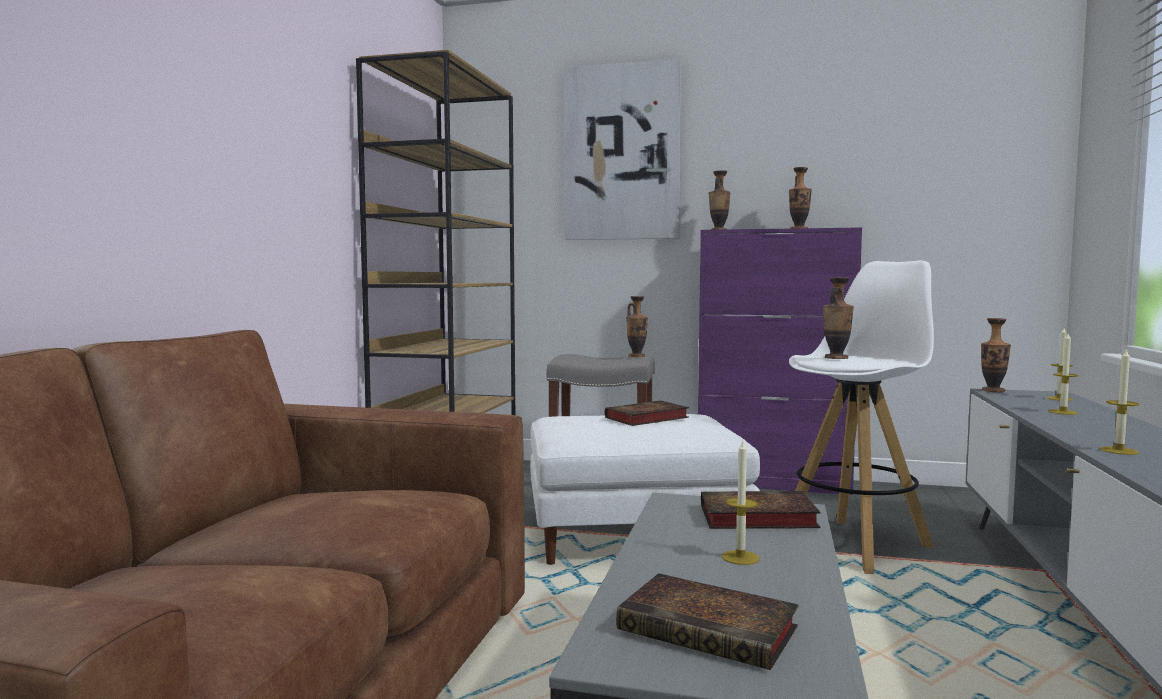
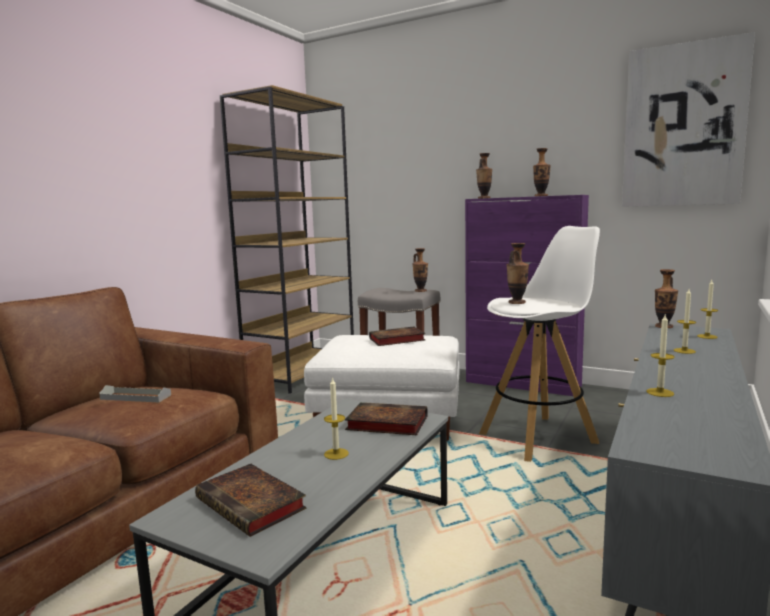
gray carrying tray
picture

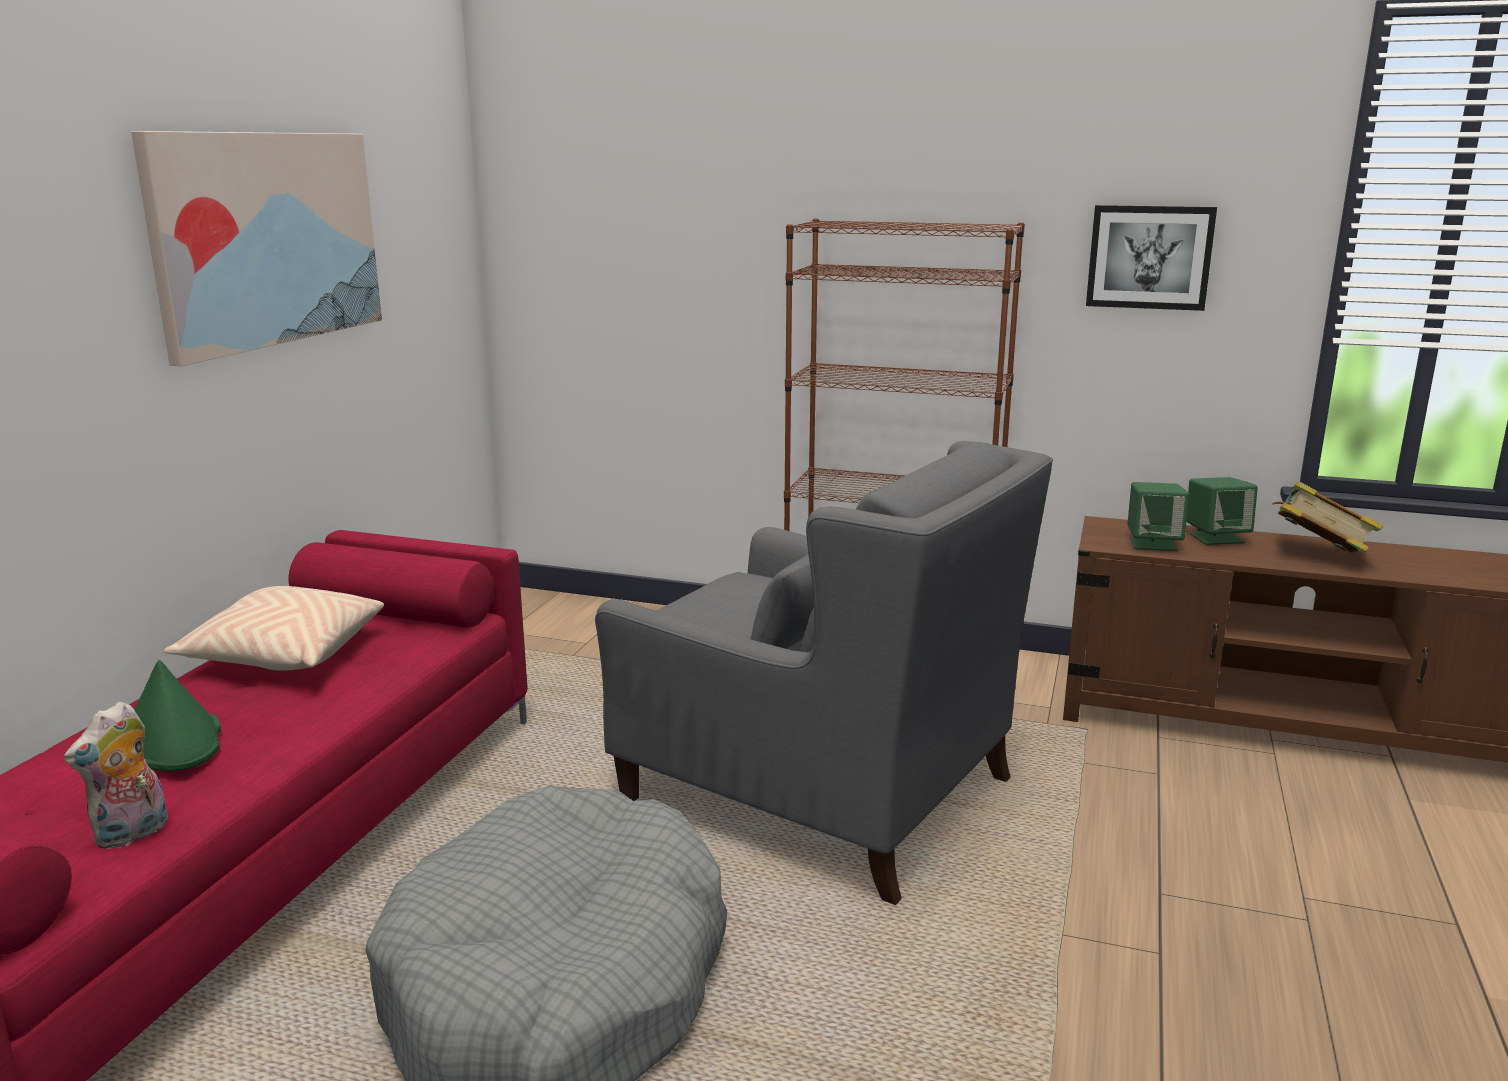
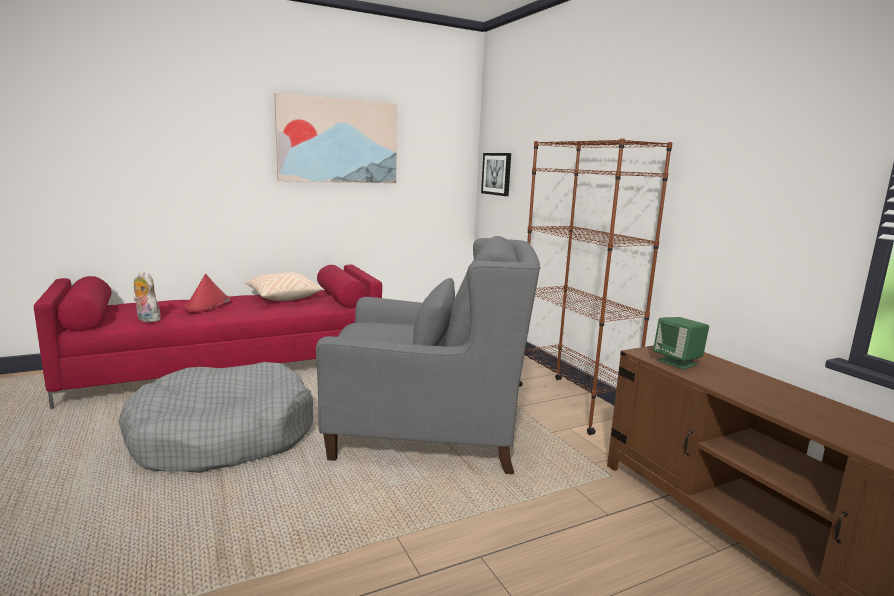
plush toy
reddish clothing hat
gray lounge chair
picture (2nd from left)
greenish loudspeaker (2nd from left in the first image)
book

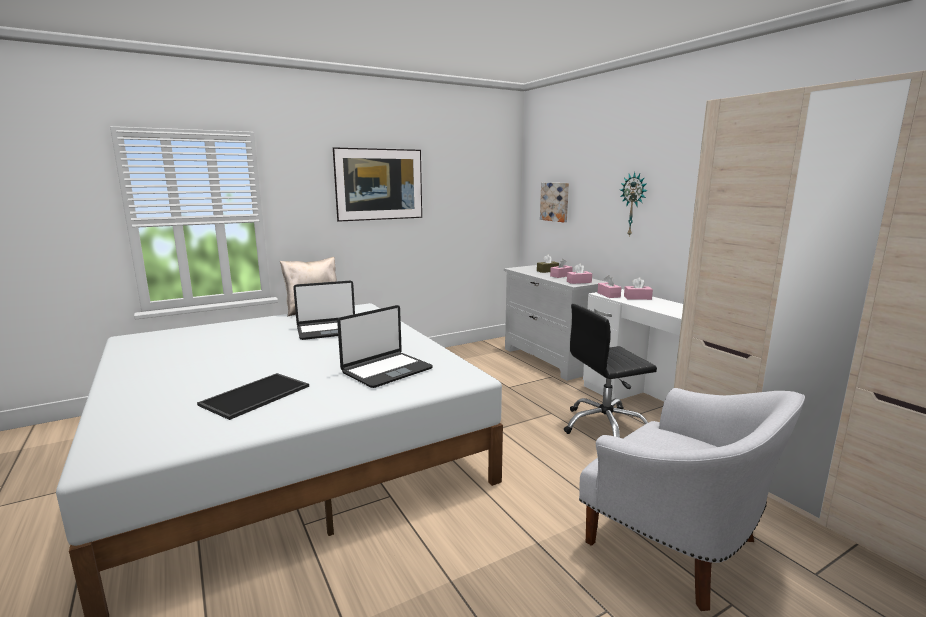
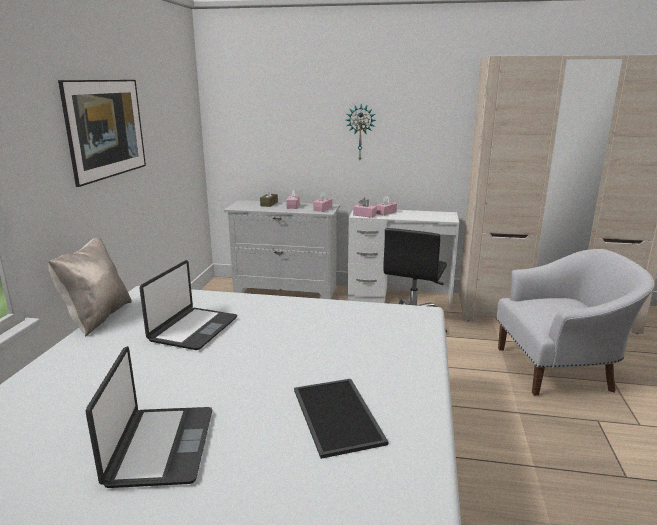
notebook computer (1st from left)
picture (2nd from left in the first image)

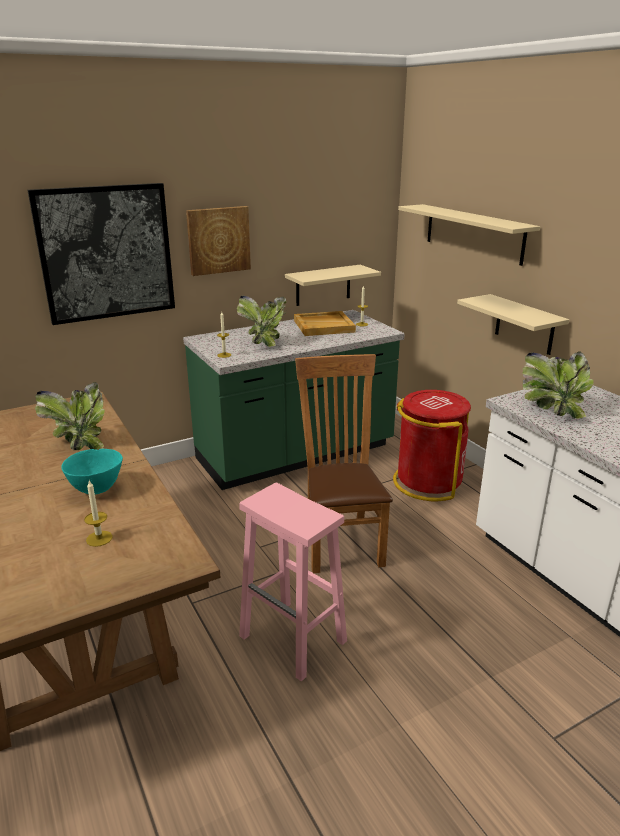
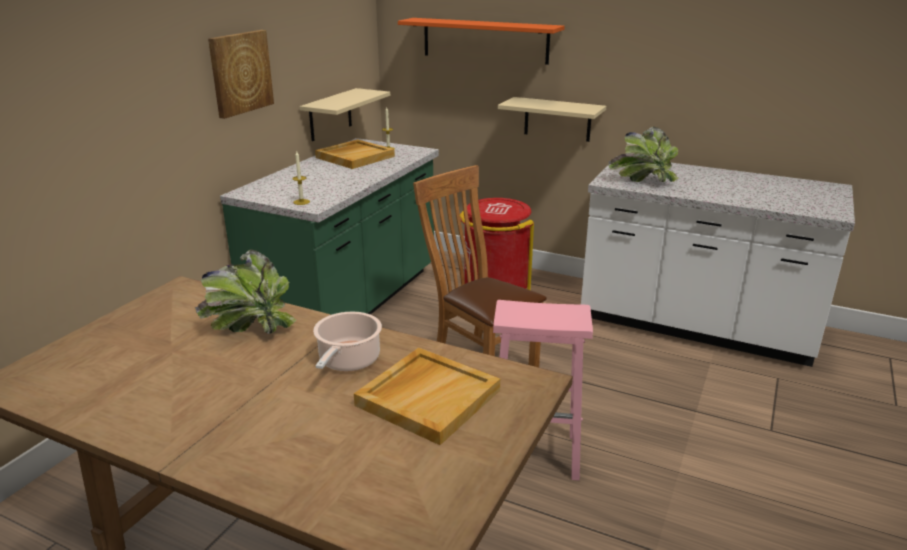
saucepot
beige-coloured carrying tray (2nd from left)
orange wall shelf
picture (1st from left in the first image)
plant in a pot (2nd from left in the first image)

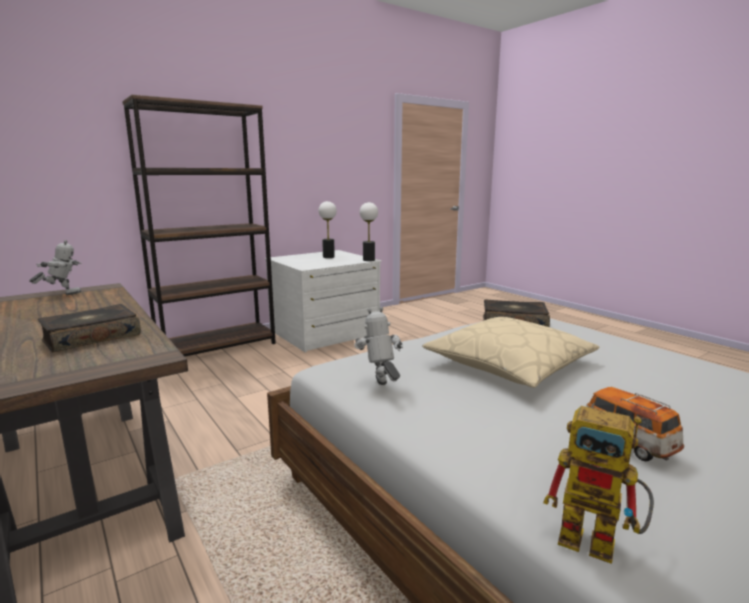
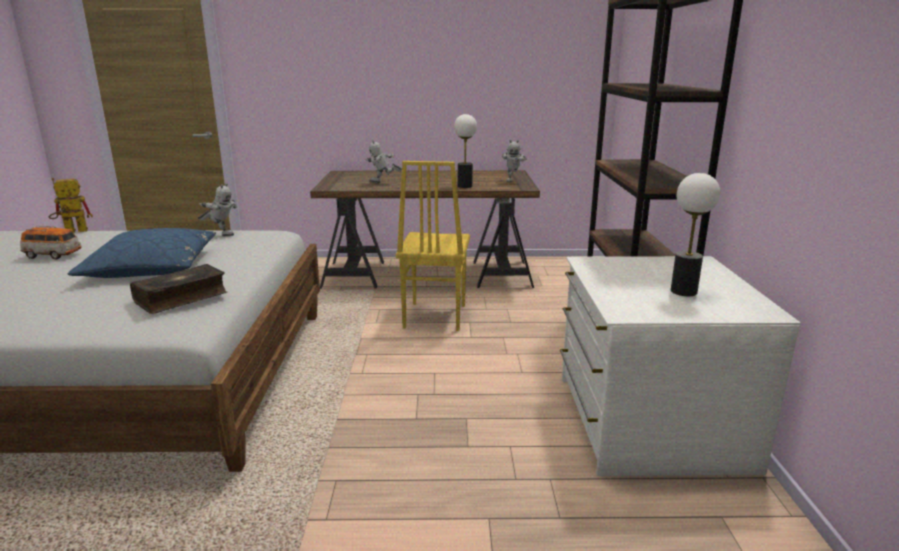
bluish cushion
robot figure (3rd from left)
yellow chair
lamp for a table (1st from left)

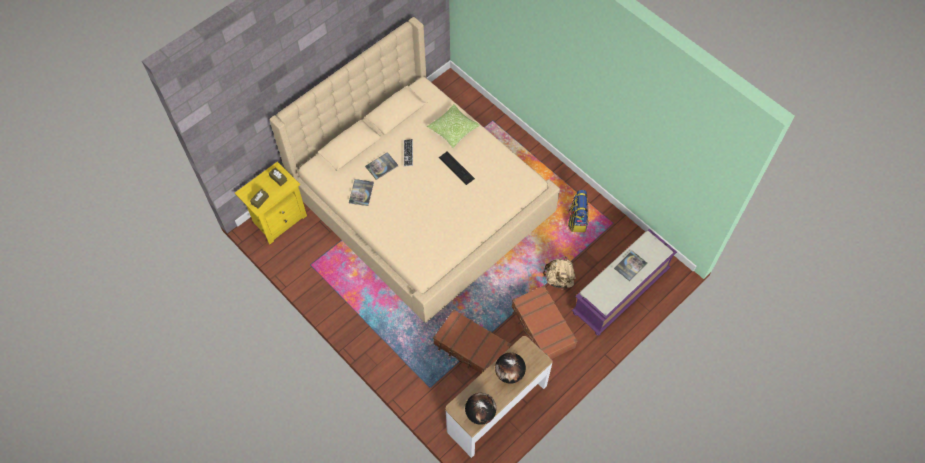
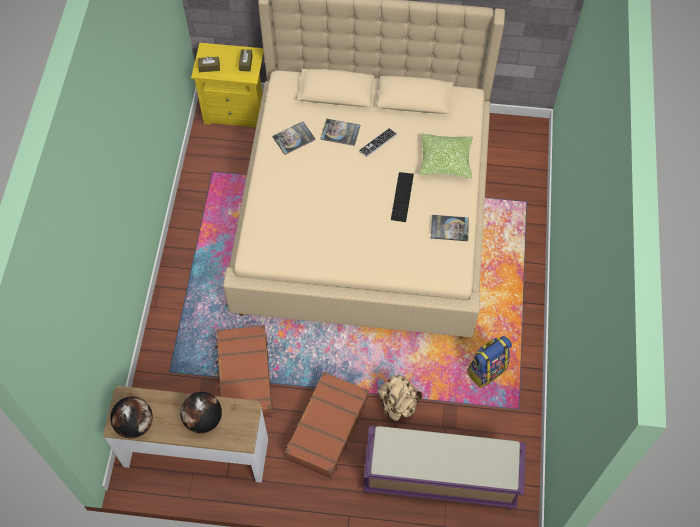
book (3rd from left)

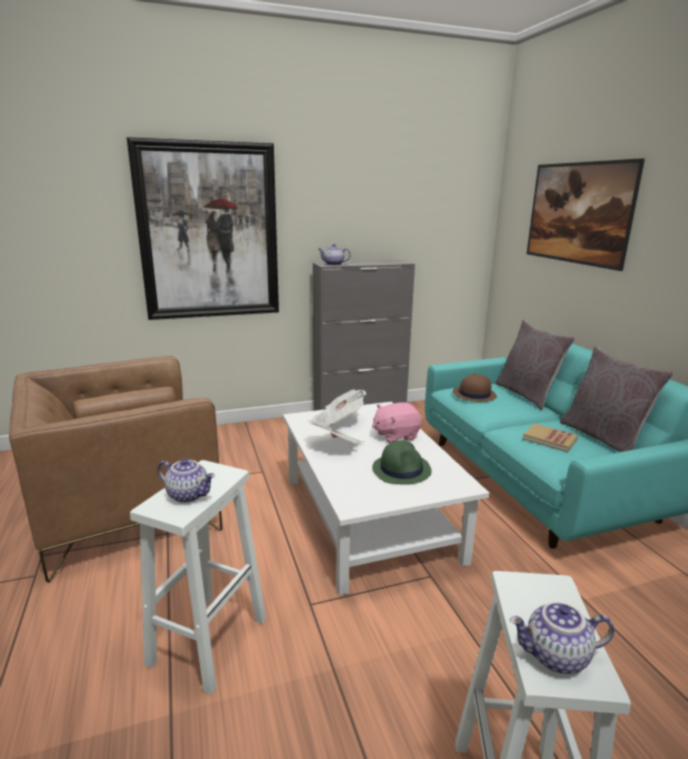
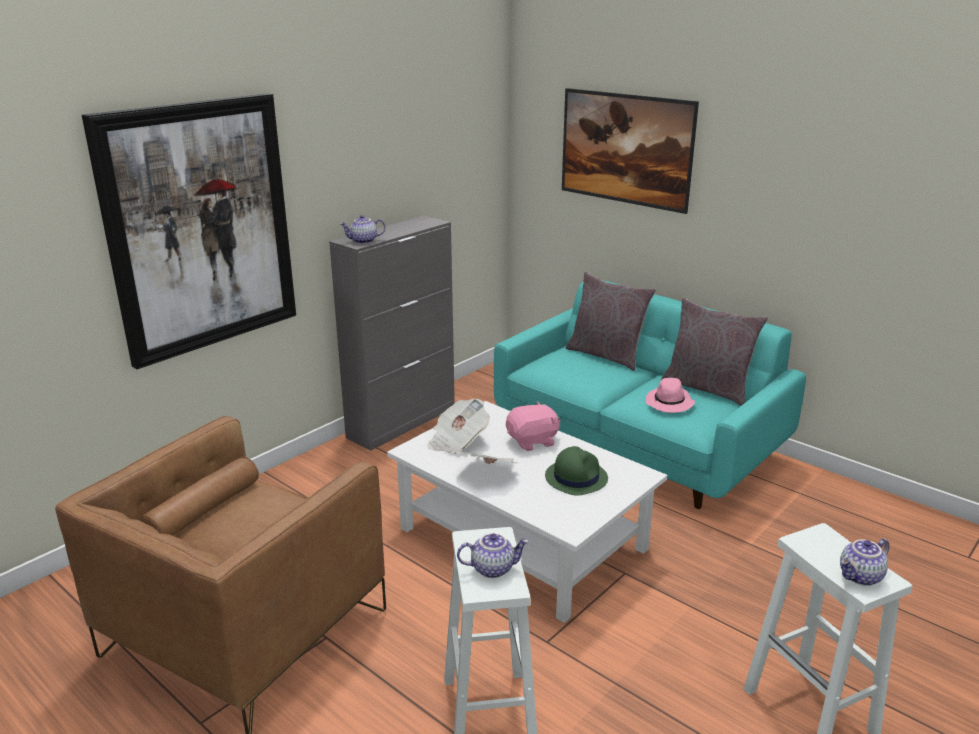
pink-coloured plush toy
pink-coloured clothing hat
brown clothing hat

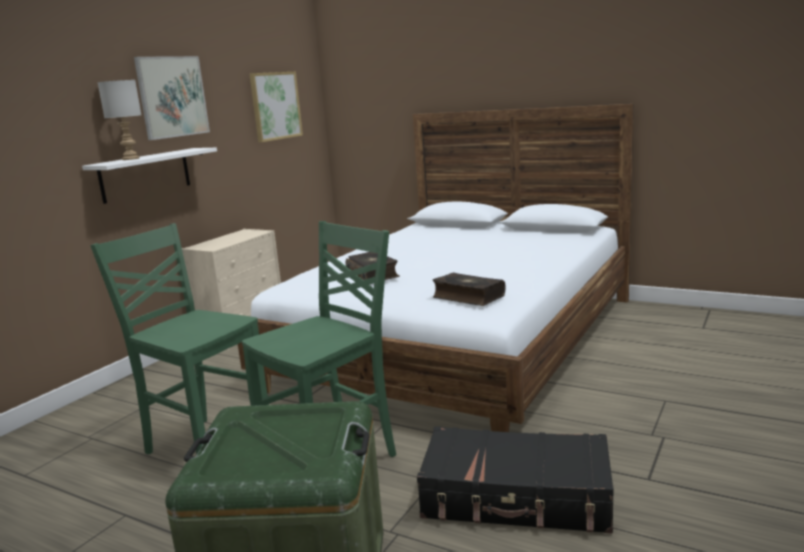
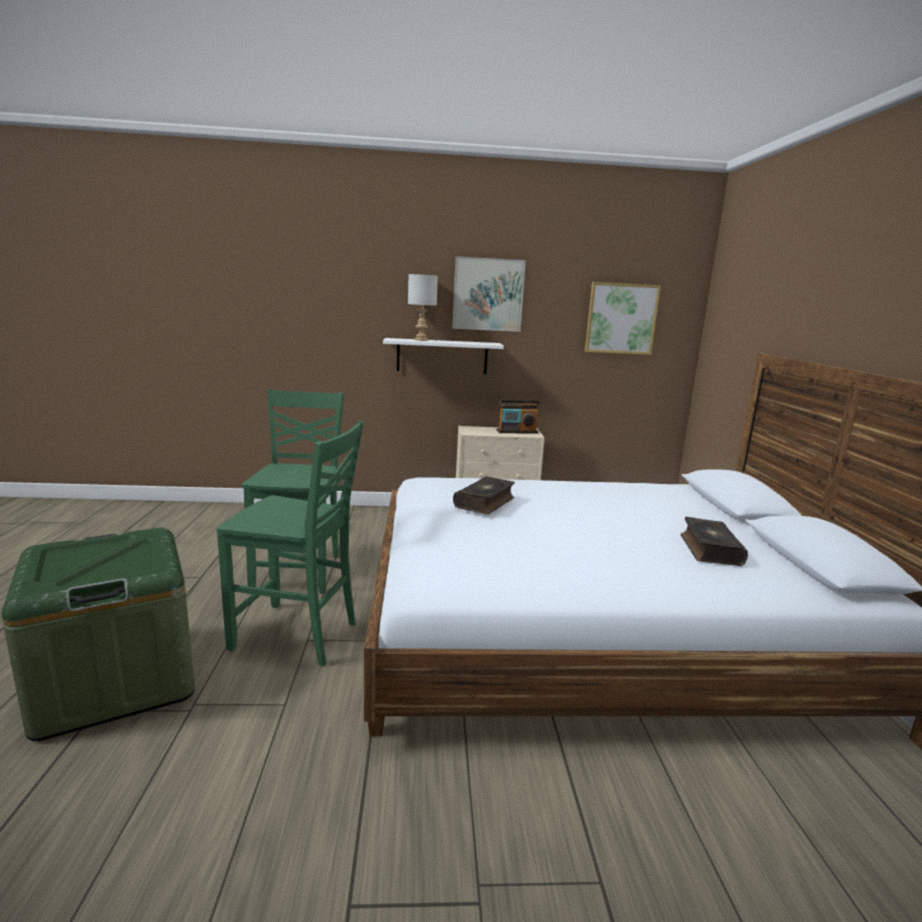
radio
book (2nd from left)
black piece of luggage

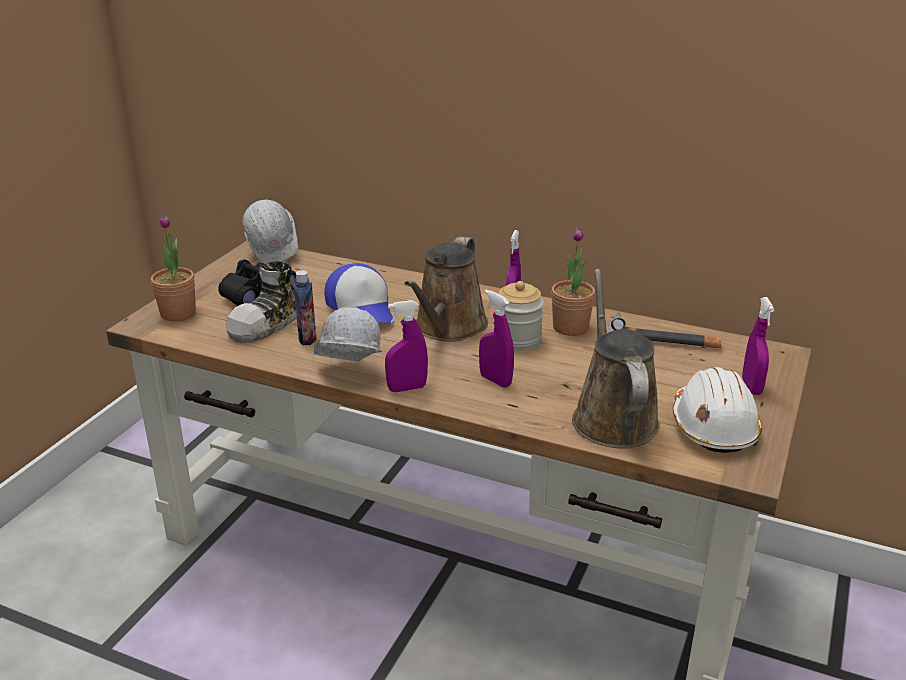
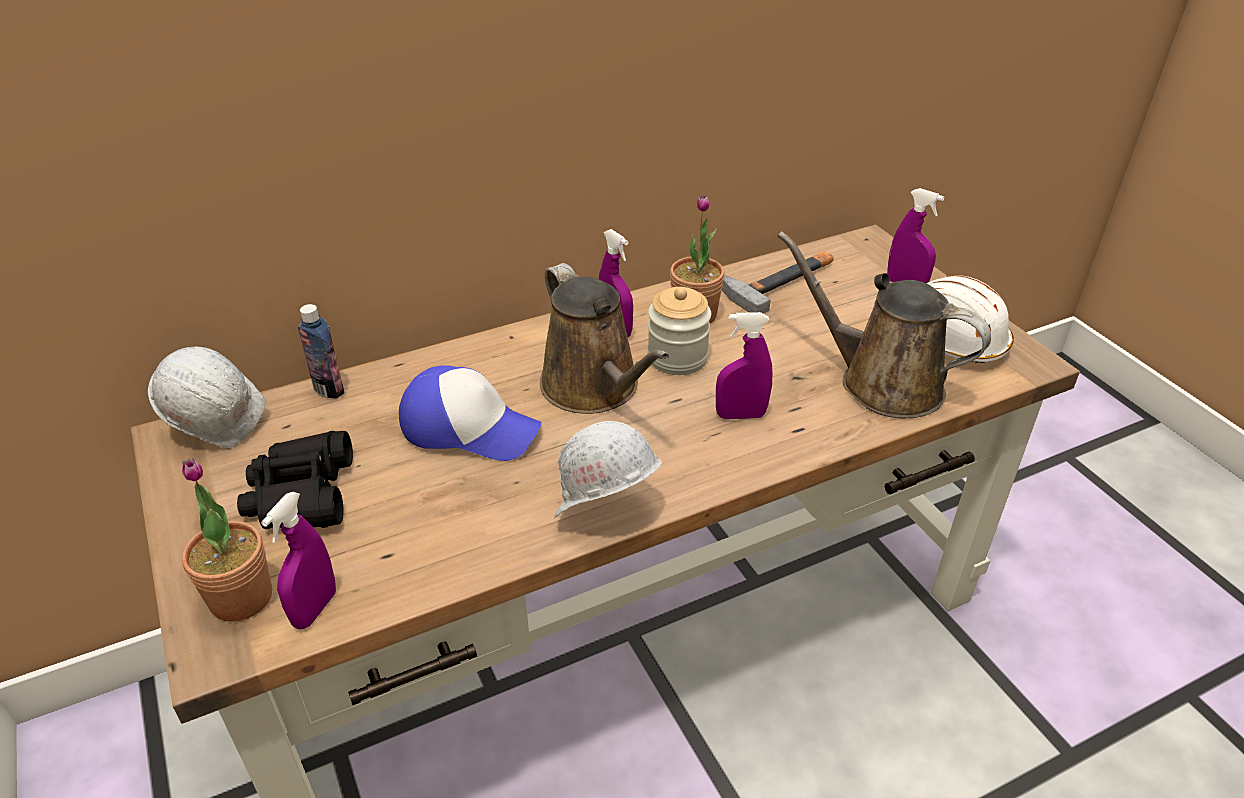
purple-coloured sprayer (1st from left)
beverage bottle
shoe

